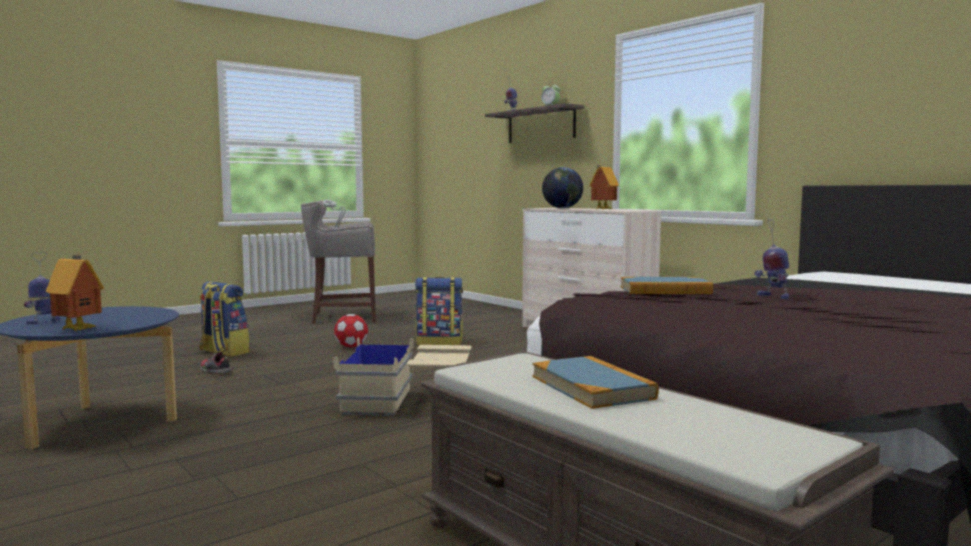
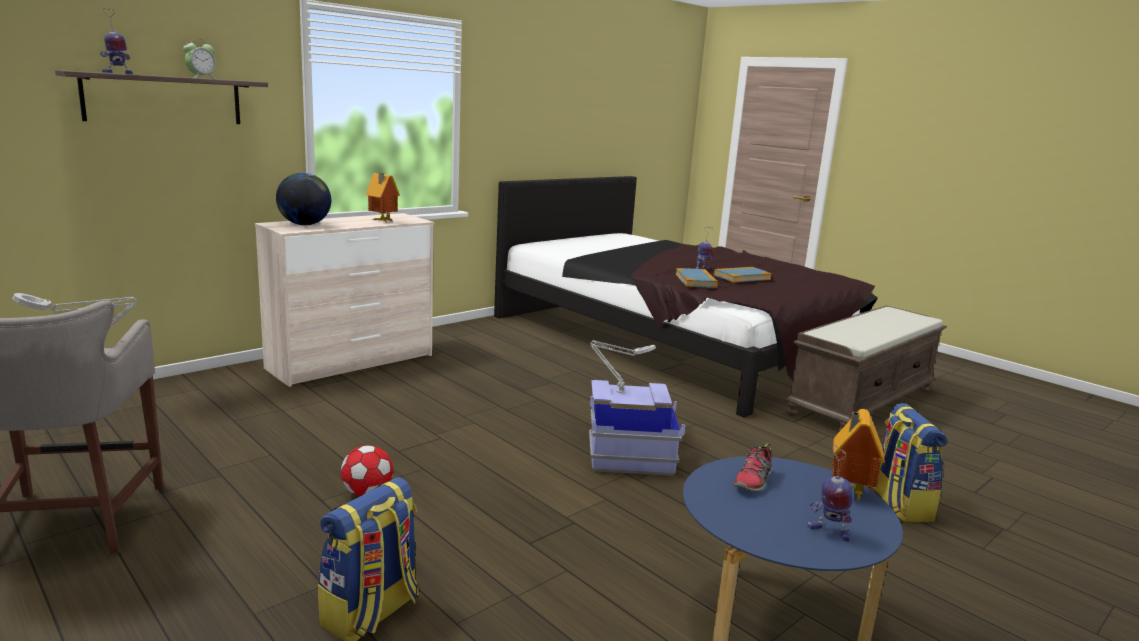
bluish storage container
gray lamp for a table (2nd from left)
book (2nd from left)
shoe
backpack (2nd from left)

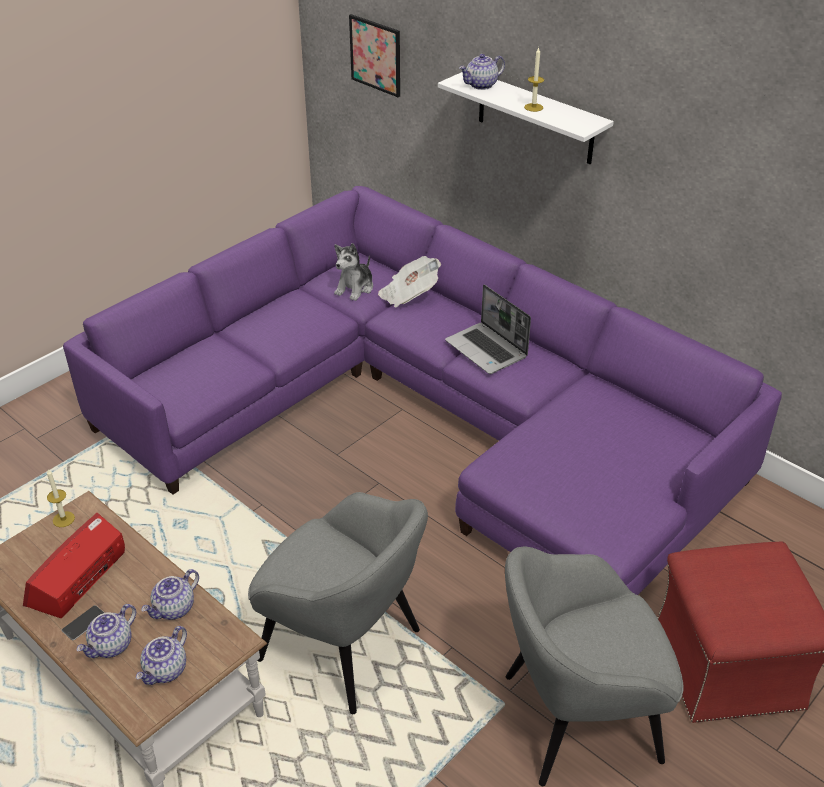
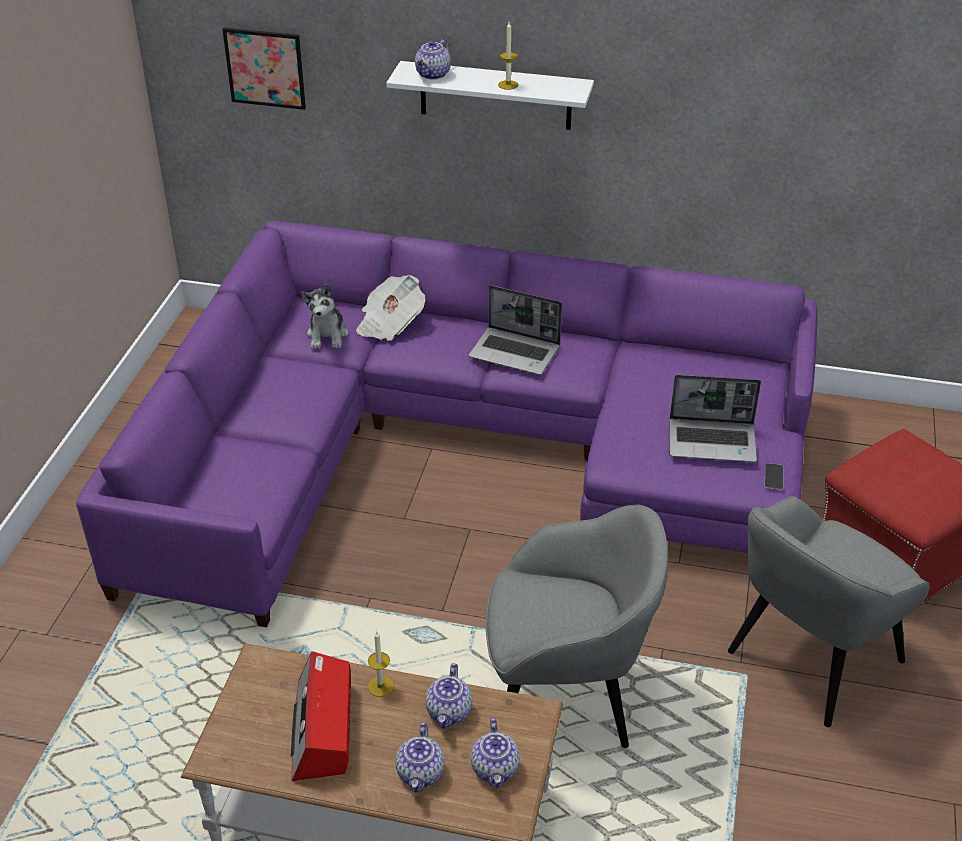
wax candle (1st from left)
notebook computer (2nd from left)
handset

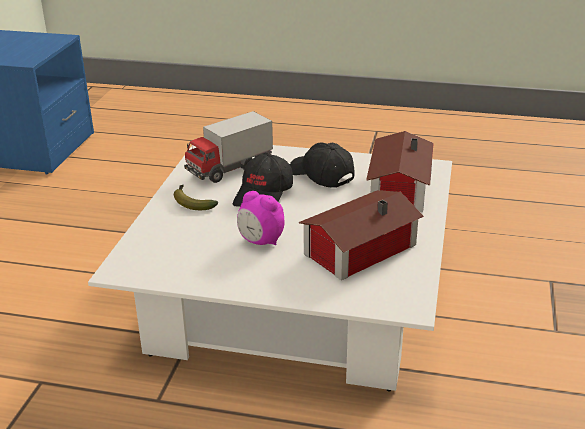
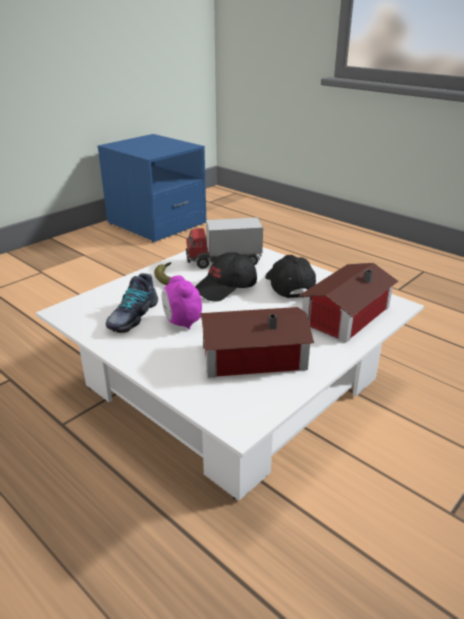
shoe

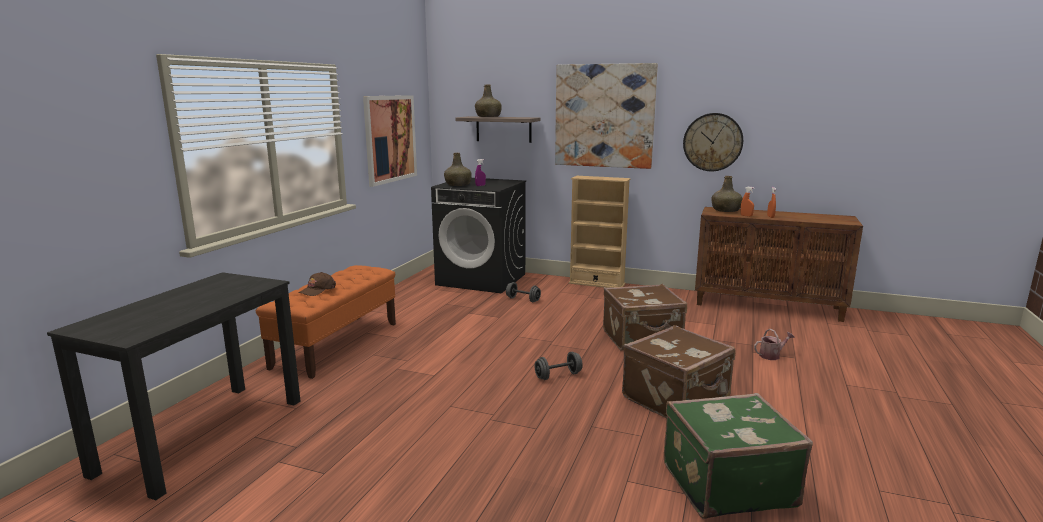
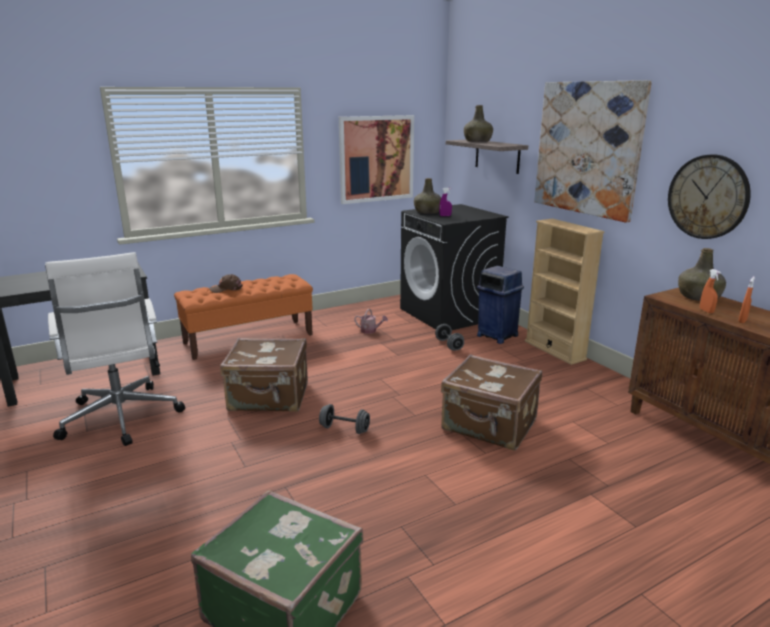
white desk chair
brown piece of luggage (1st from left)
watering can
bluish rubbish bin

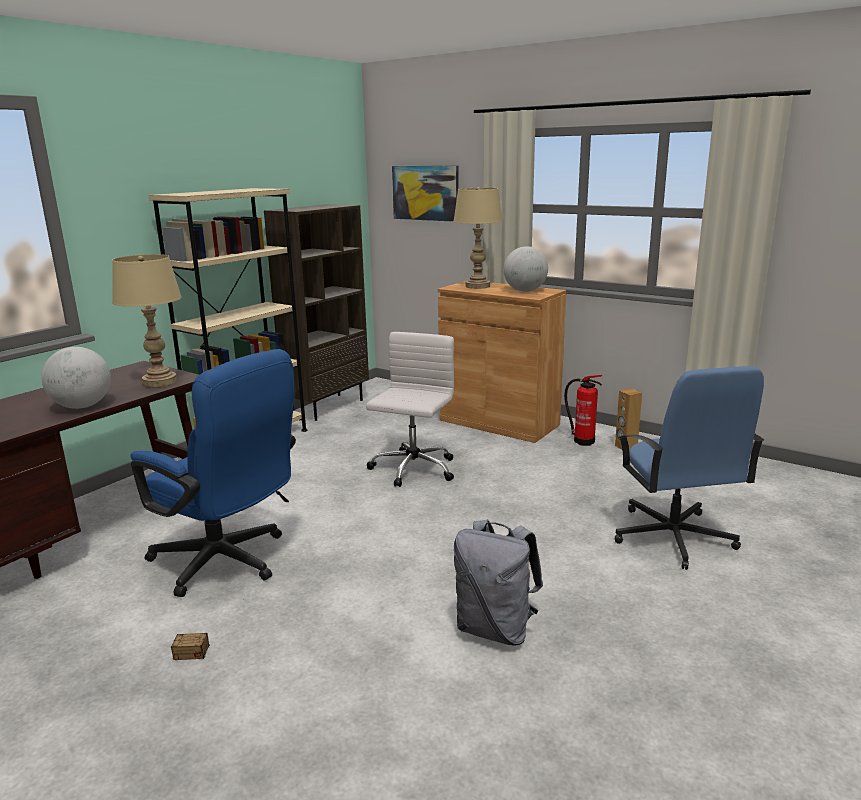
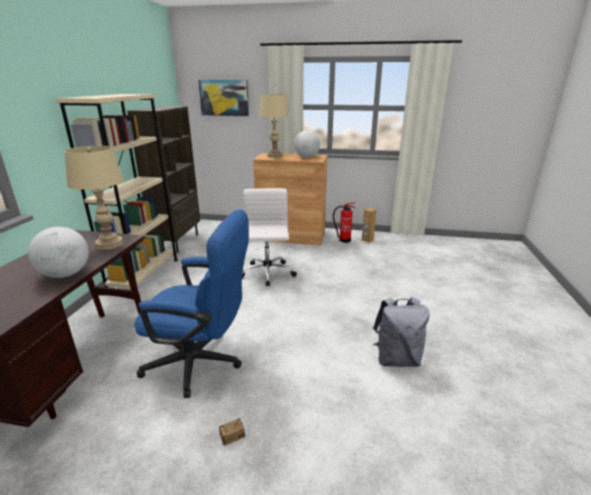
bluish desk chair (2nd from left in the first image)

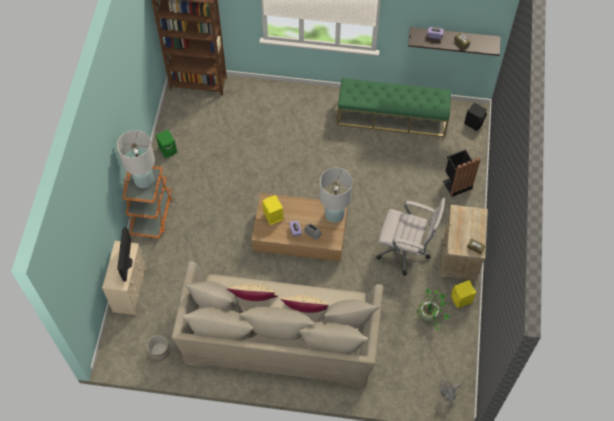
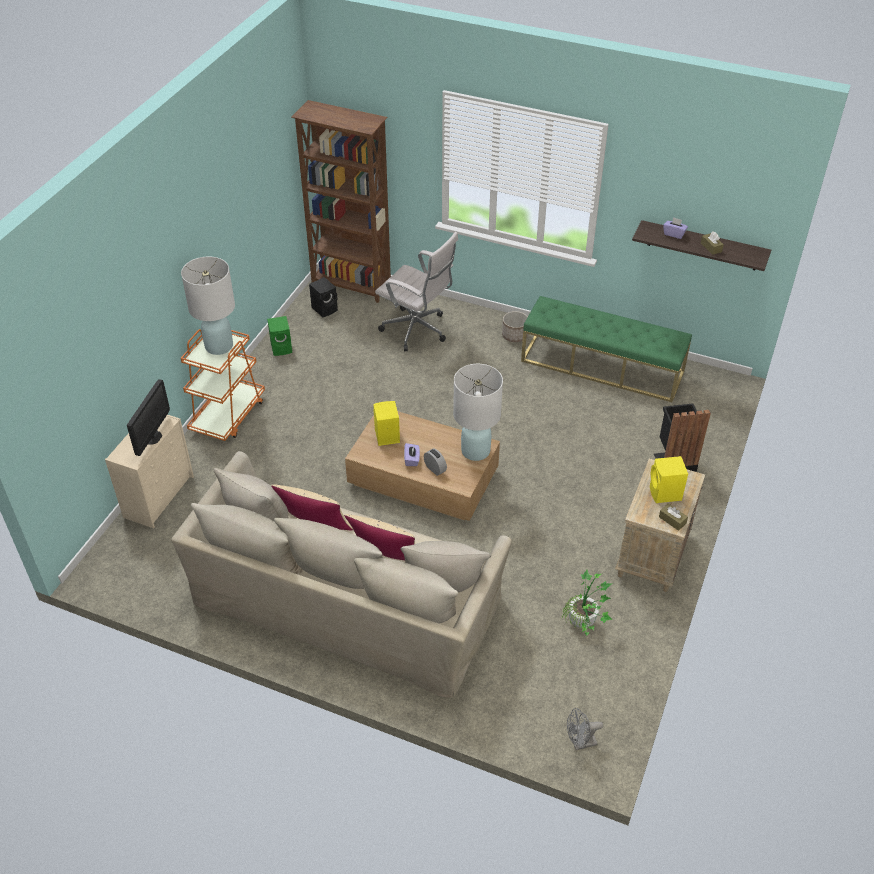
black loudspeaker
white desk chair
planter
yellow loudspeaker (2nd from left)

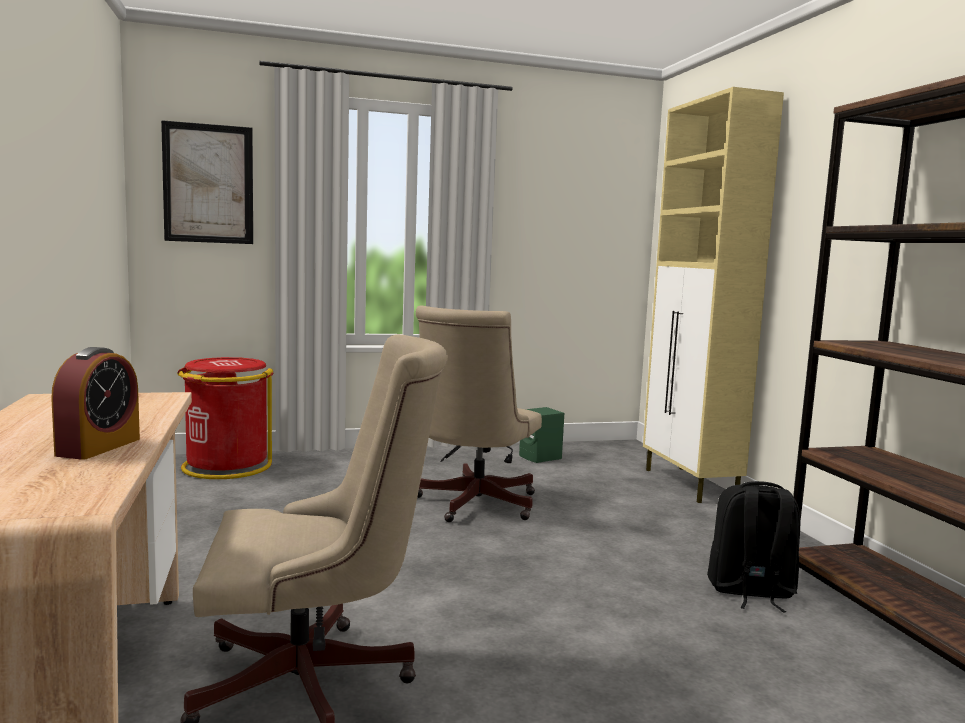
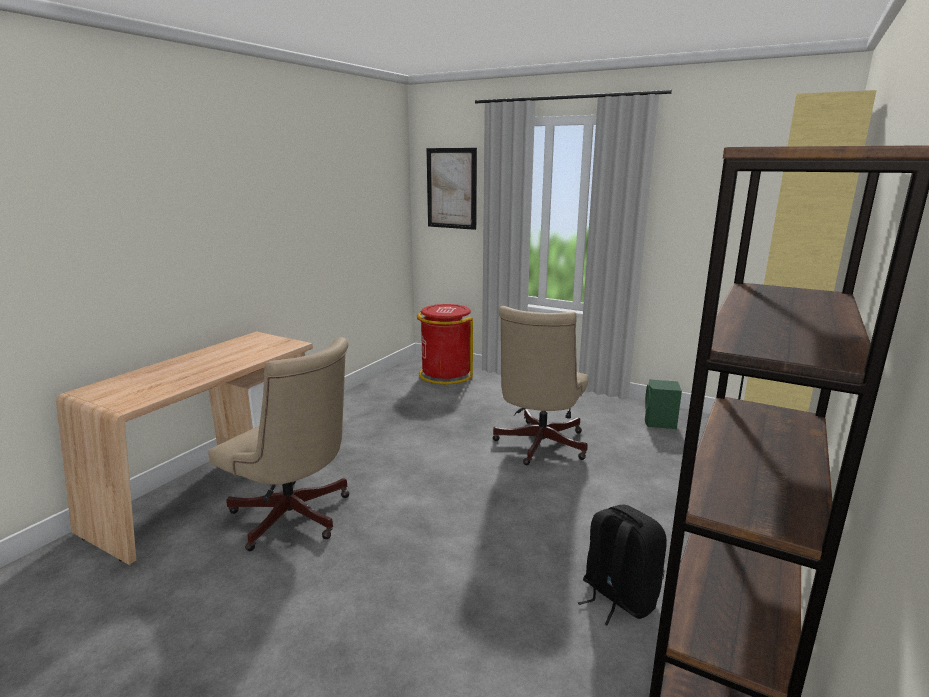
beige-coloured desk chair (2nd from left)
table clock

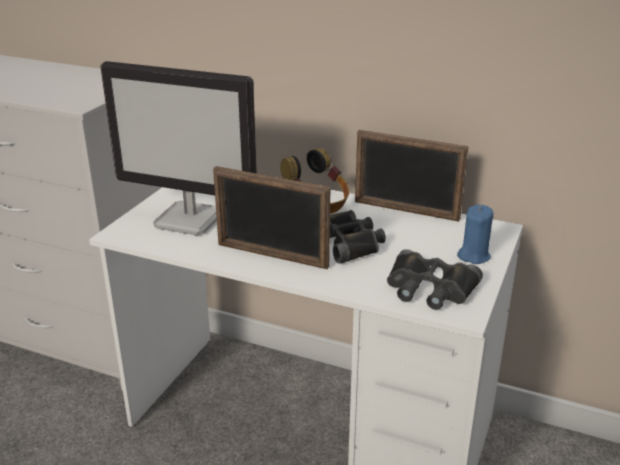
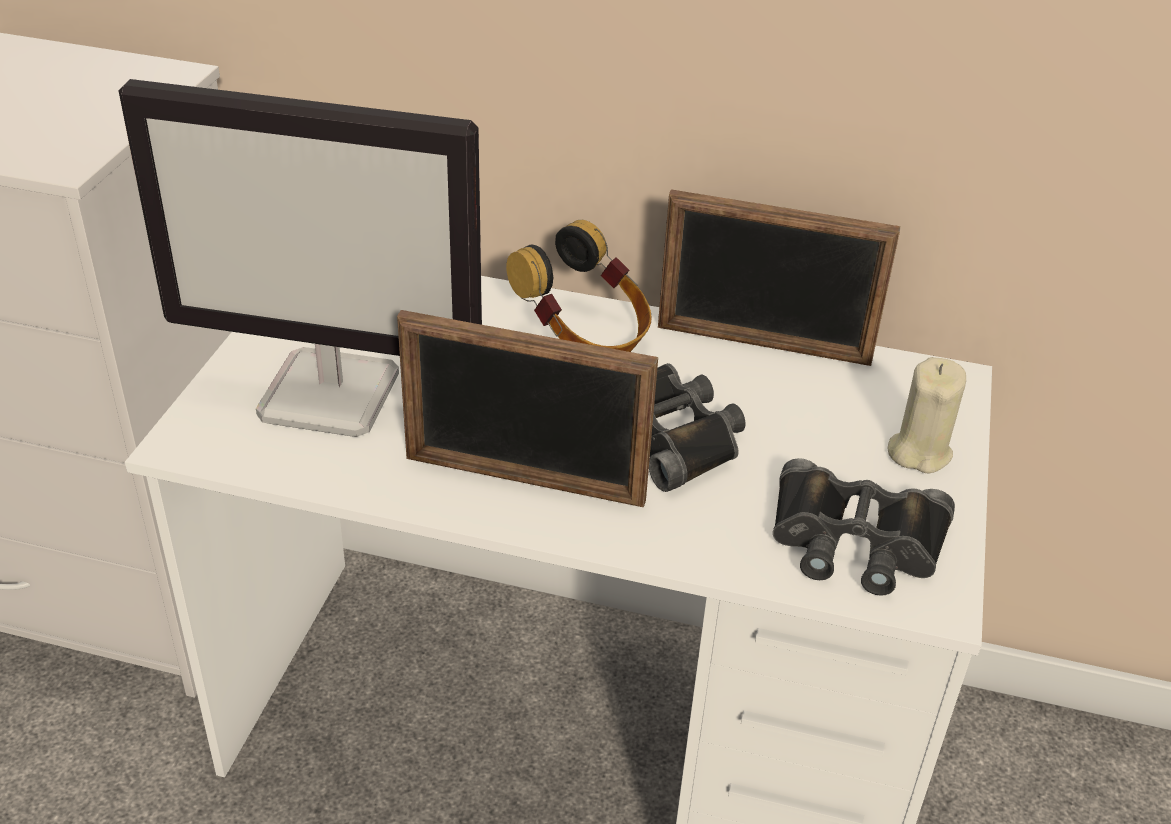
beige-coloured wax candle

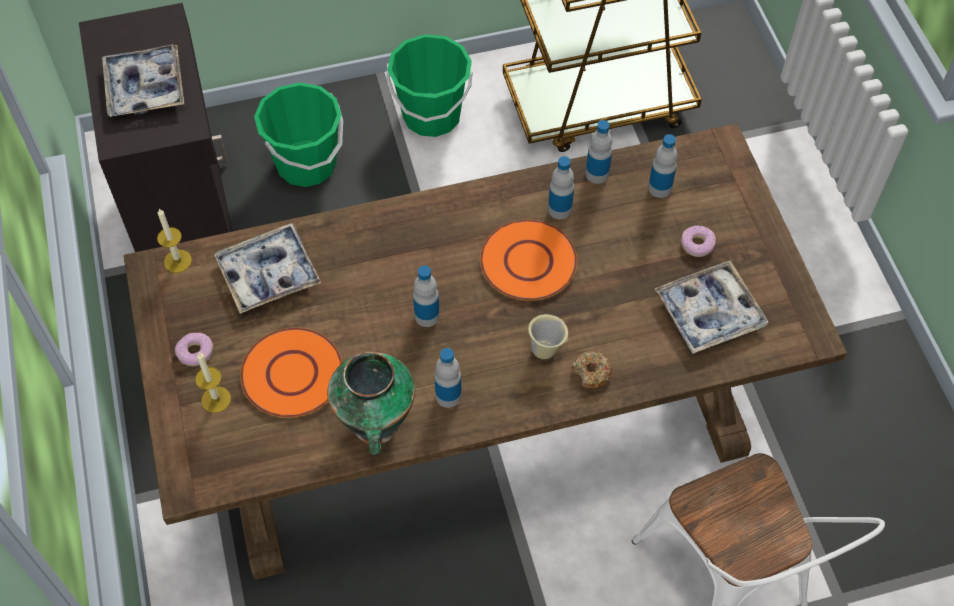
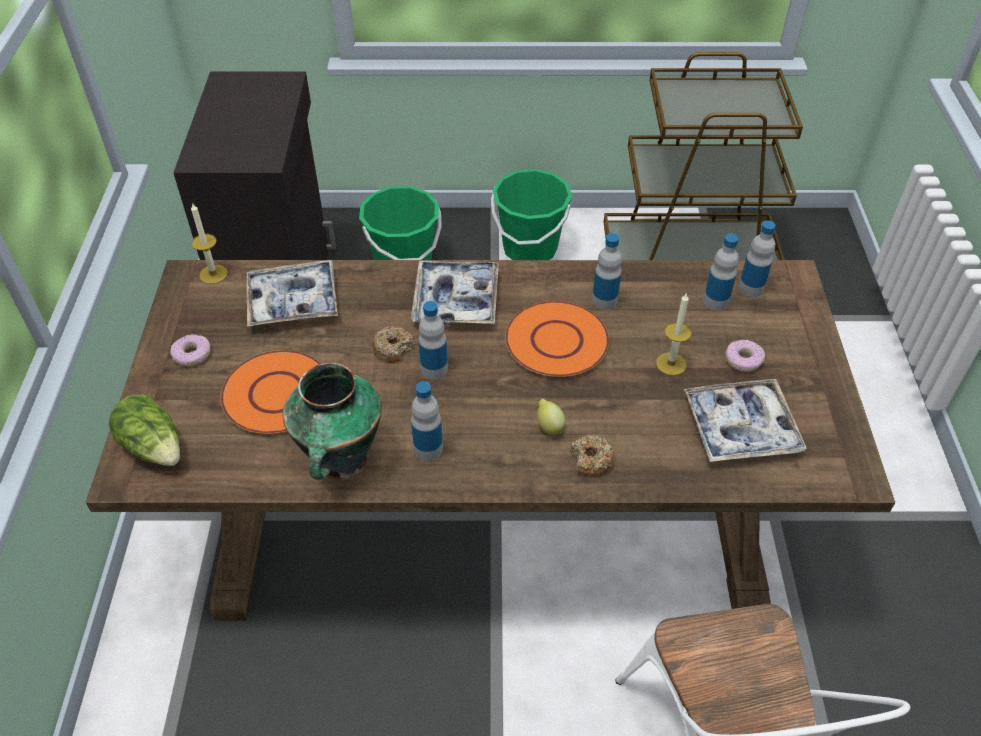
head of lettuce
doughnut (2nd from left)
carrying tray (2nd from left)
whole lemon
wax candle (2nd from left)
beverage bottle (5th from left)

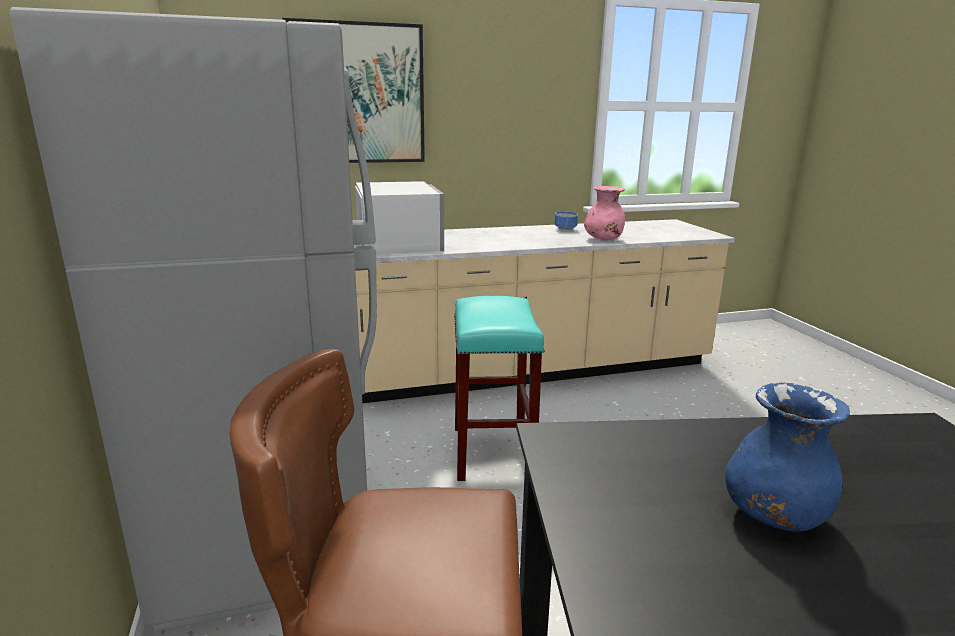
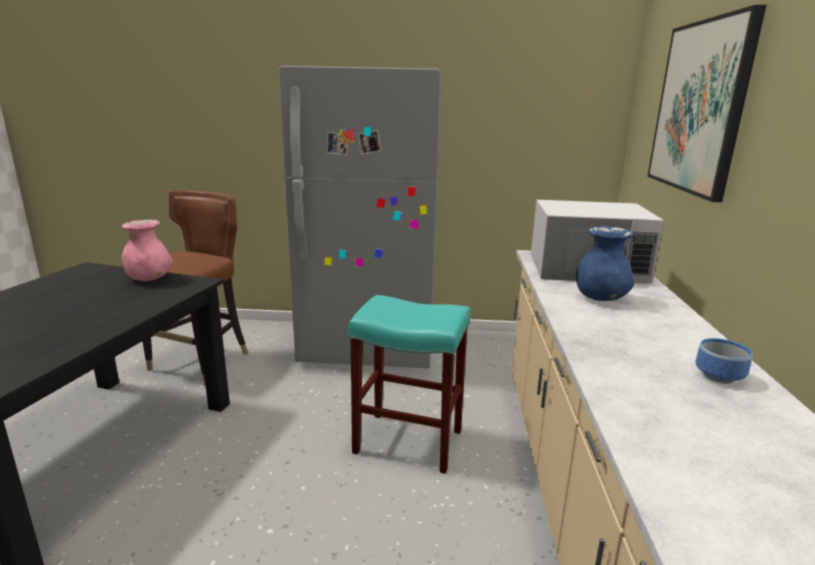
pink-coloured vase
bluish vase

